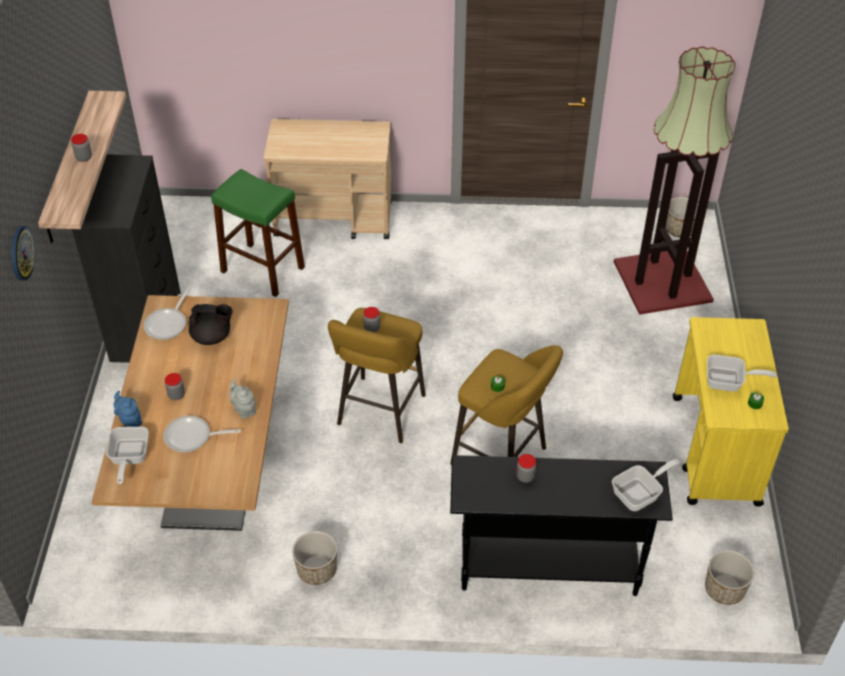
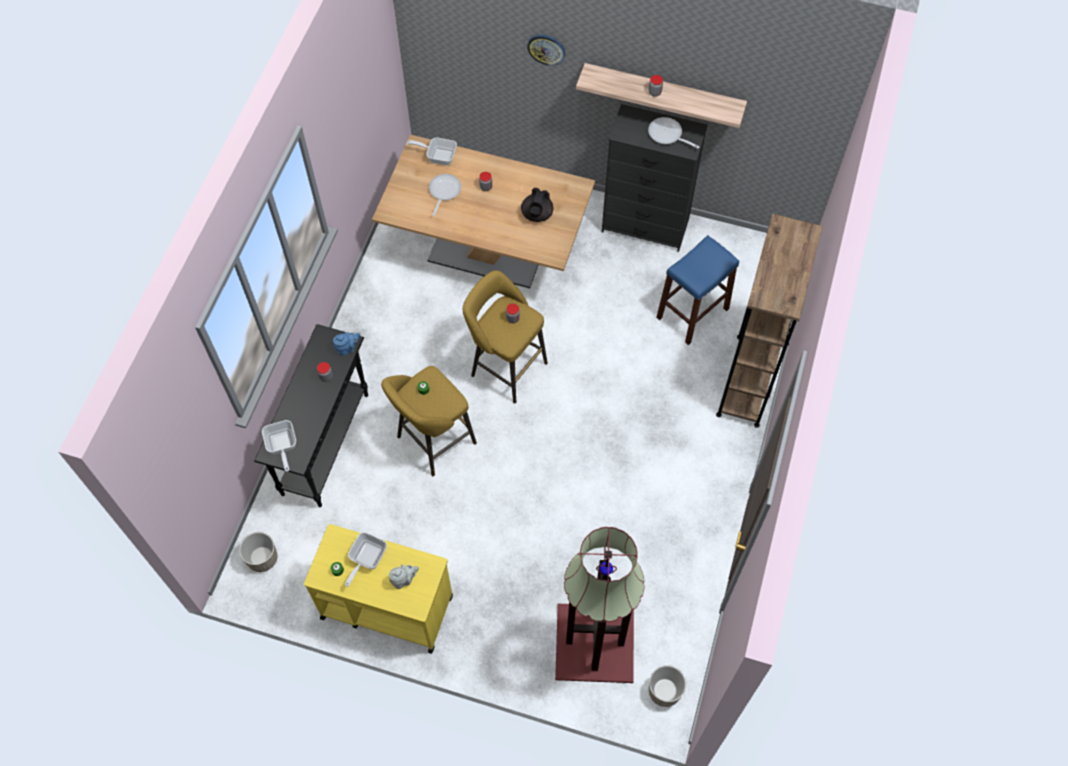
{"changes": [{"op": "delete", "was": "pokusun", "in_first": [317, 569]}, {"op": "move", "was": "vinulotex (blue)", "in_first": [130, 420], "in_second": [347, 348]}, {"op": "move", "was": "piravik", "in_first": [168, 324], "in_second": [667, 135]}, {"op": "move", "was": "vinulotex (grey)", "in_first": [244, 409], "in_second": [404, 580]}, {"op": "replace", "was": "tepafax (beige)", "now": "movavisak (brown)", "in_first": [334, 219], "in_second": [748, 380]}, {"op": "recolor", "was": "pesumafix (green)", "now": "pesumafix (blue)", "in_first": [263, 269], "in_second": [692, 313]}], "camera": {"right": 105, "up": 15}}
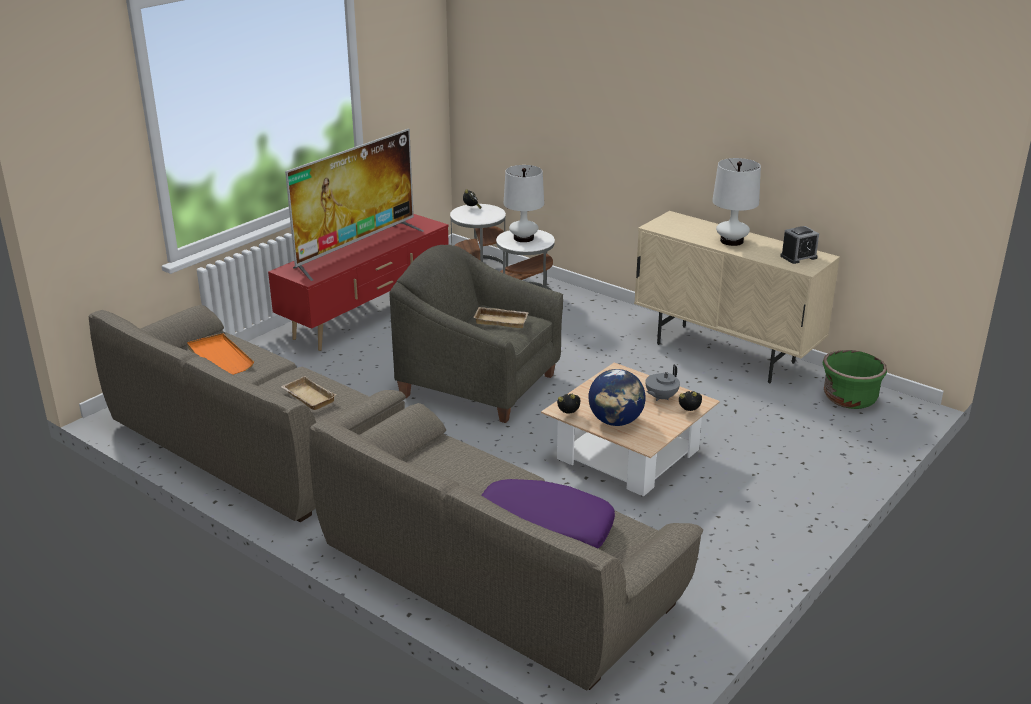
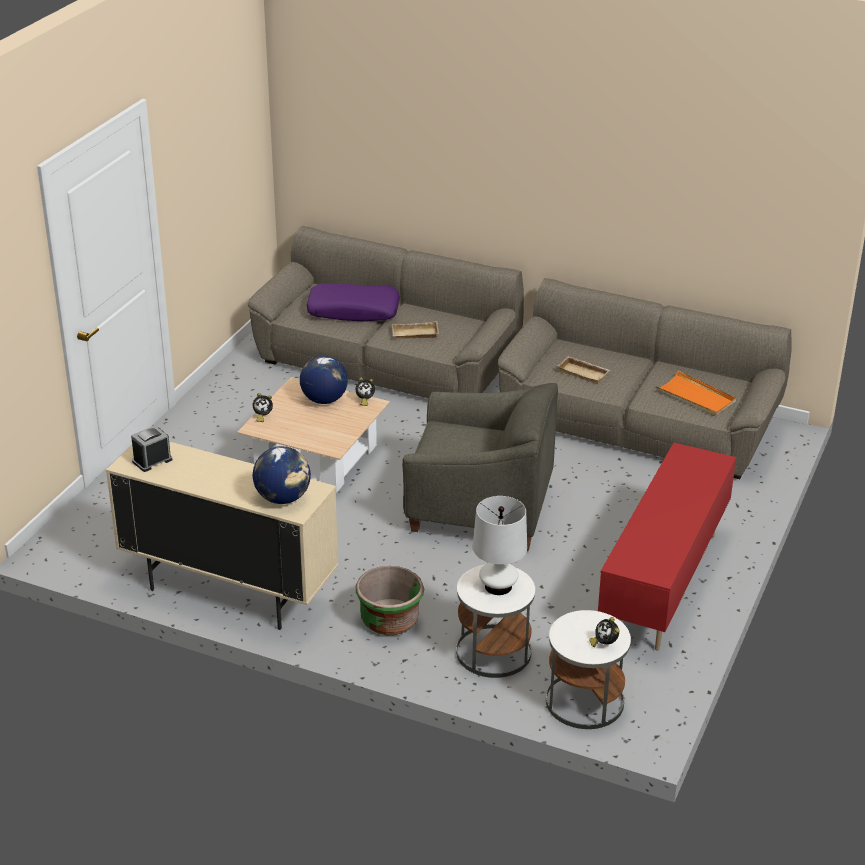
{"changes": [{"op": "delete", "was": "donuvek", "in_first": [356, 249]}, {"op": "delete", "was": "vinulotex (grey)", "in_first": [660, 397]}, {"op": "delete", "was": "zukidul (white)", "in_first": [731, 241]}, {"op": "insert", "now": "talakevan", "in_second": [283, 498]}, {"op": "move", "was": "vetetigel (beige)", "in_first": [502, 320], "in_second": [414, 334]}, {"op": "move", "was": "pokusun (green)", "in_first": [849, 399], "in_second": [389, 621]}], "camera": {"right": 165, "up": 5}}
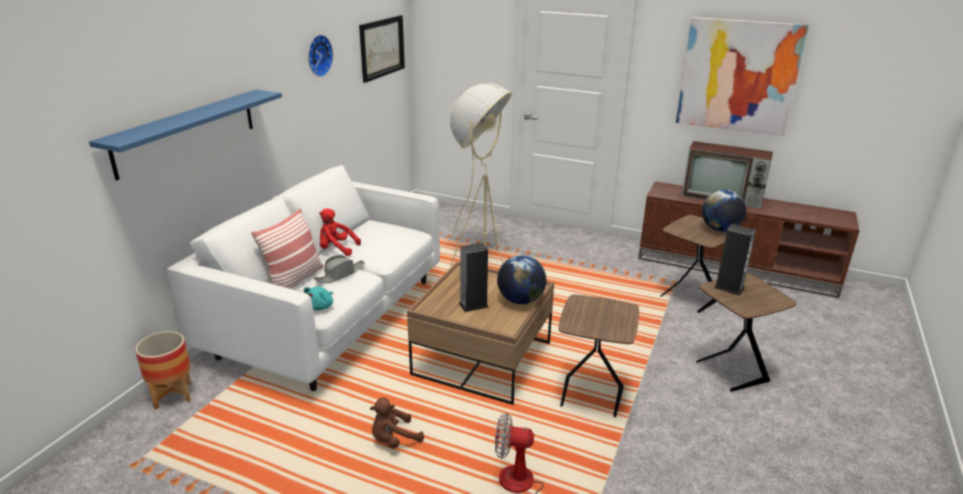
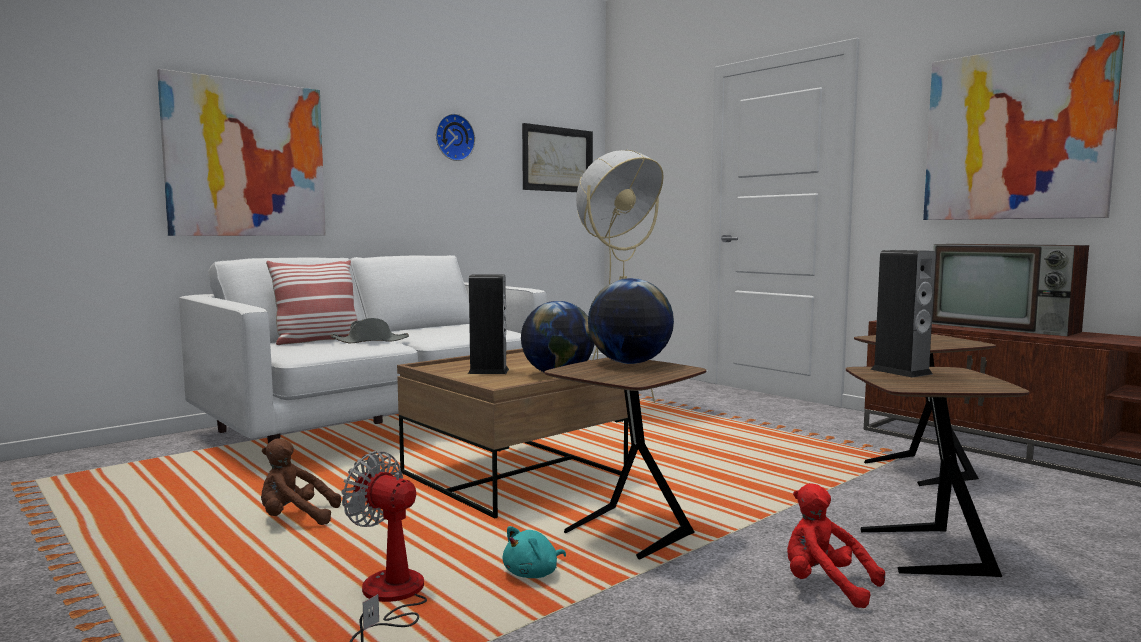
{"changes": [{"op": "delete", "was": "pokusun", "in_first": [173, 395]}, {"op": "move", "was": "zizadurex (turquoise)", "in_first": [320, 306], "in_second": [533, 573]}, {"op": "move", "was": "zizadurex (red)", "in_first": [336, 249], "in_second": [825, 586]}, {"op": "move", "was": "talakevan", "in_first": [720, 229], "in_second": [630, 363]}, {"op": "replace", "was": "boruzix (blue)", "now": "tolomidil", "in_first": [187, 131], "in_second": [246, 159]}], "camera": {"right": 25, "up": -20}}
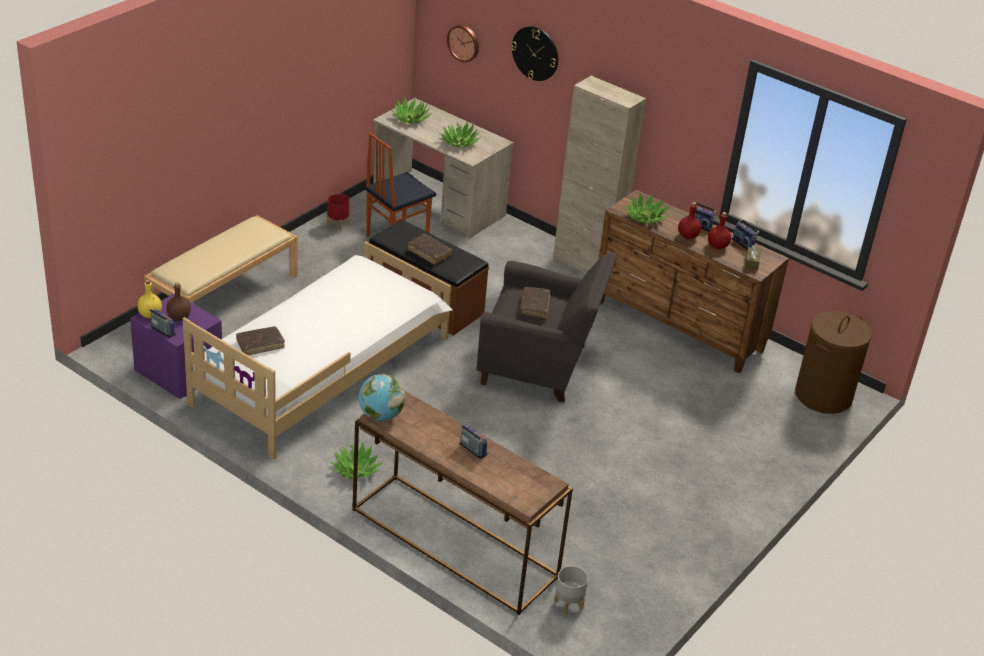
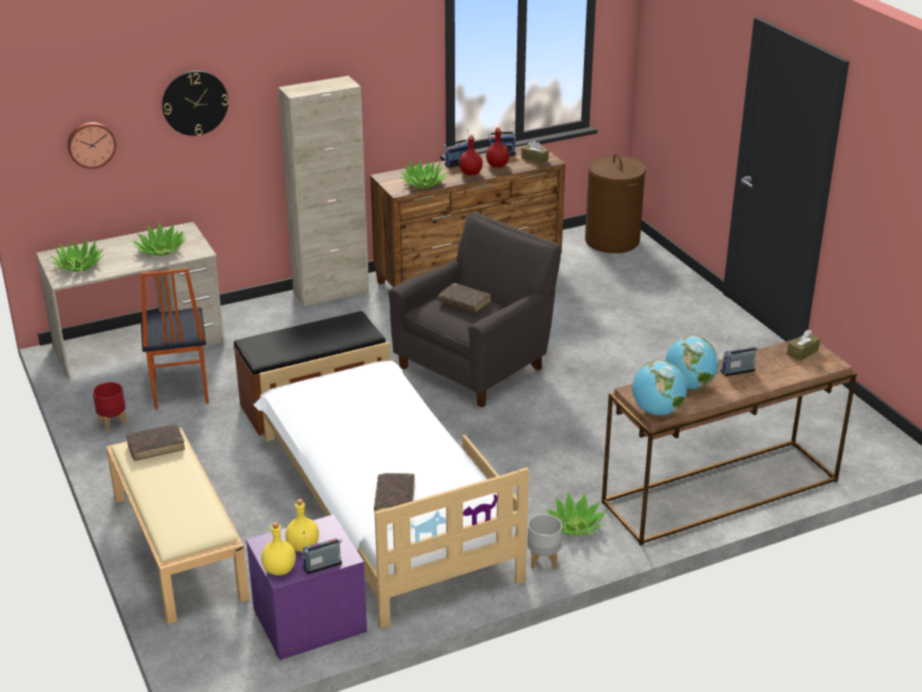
{"changes": [{"op": "insert", "now": "talakevan", "in_second": [689, 385]}, {"op": "insert", "now": "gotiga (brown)", "in_second": [802, 352]}, {"op": "move", "was": "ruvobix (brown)", "in_first": [429, 253], "in_second": [156, 447]}, {"op": "move", "was": "pokusun (grey)", "in_first": [568, 605], "in_second": [544, 561]}, {"op": "recolor", "was": "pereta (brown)", "now": "pereta (yellow)", "in_first": [179, 317], "in_second": [303, 546]}], "camera": {"right": -60, "up": -5}}
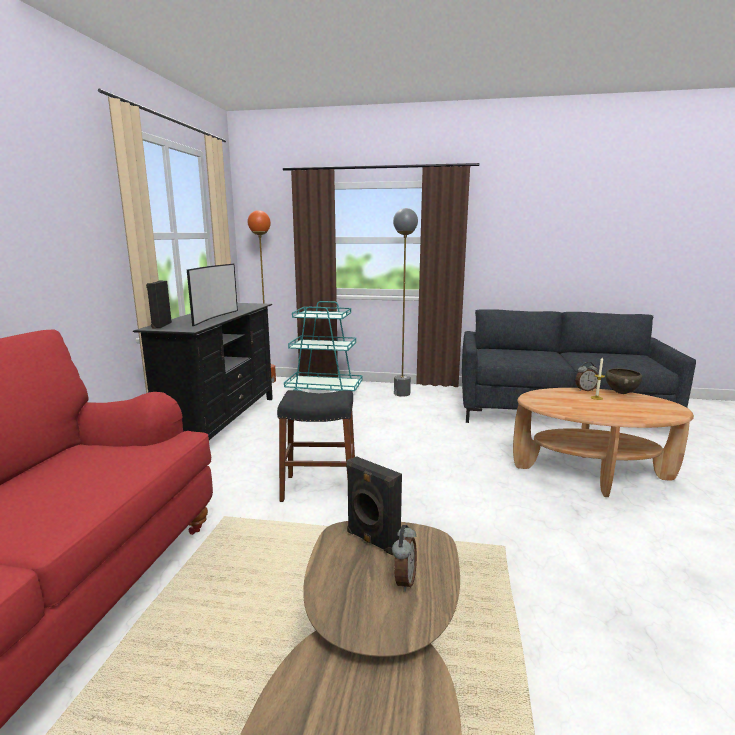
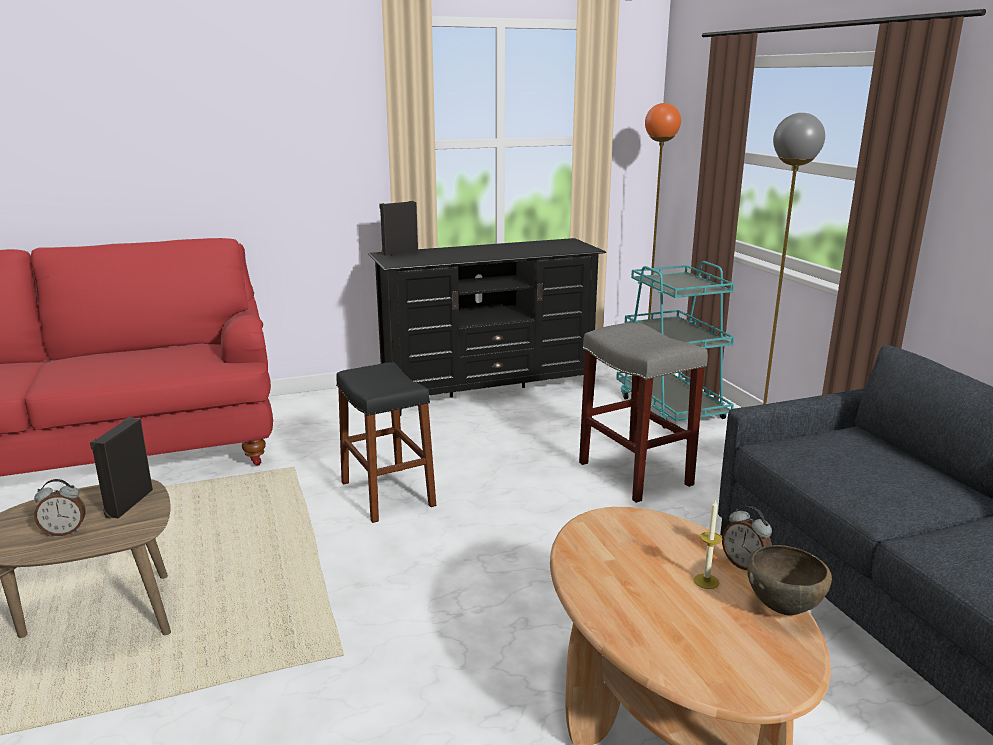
{"changes": [{"op": "delete", "was": "donuvek", "in_first": [213, 317]}, {"op": "insert", "now": "pesumafix (grey)", "in_second": [636, 474]}], "camera": {"right": 60, "up": 5}}
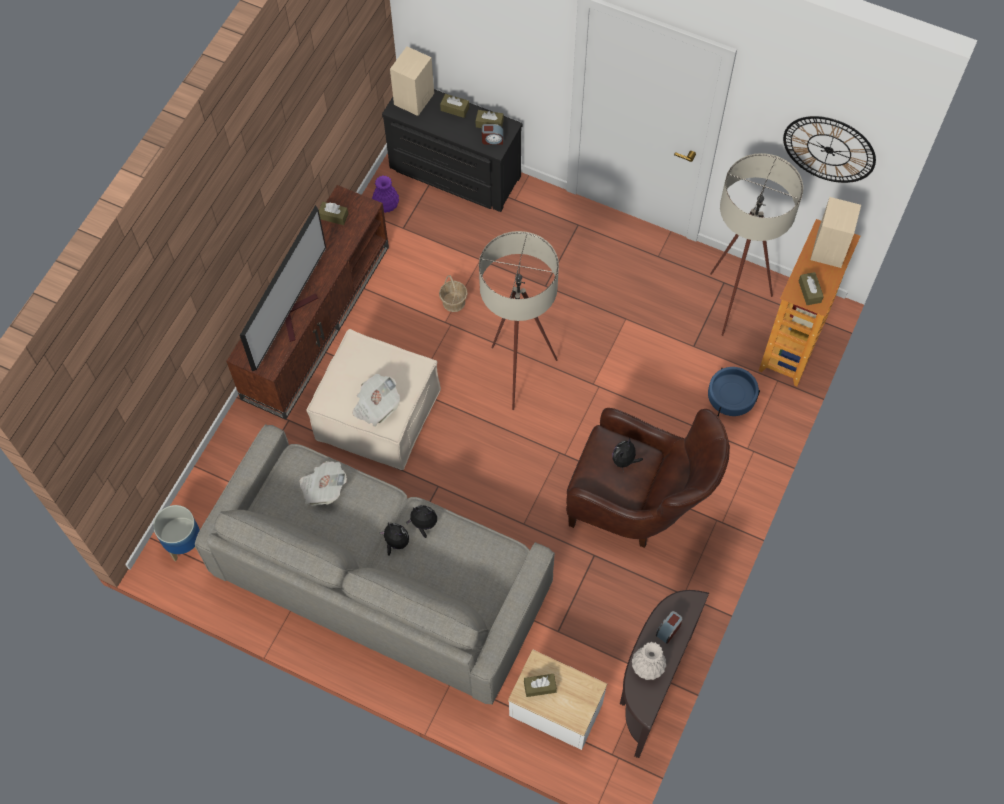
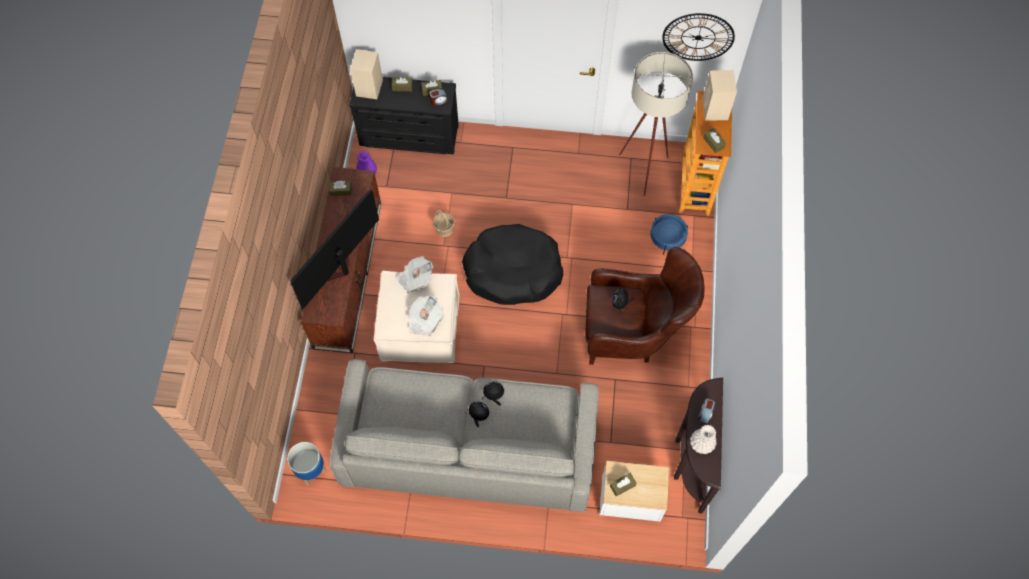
{"changes": [{"op": "move", "was": "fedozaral", "in_first": [323, 488], "in_second": [415, 279]}, {"op": "replace", "was": "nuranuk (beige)", "now": "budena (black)", "in_first": [518, 380], "in_second": [513, 271]}, {"op": "rotate", "was": "donuvek", "in_first": [295, 313], "in_second": [339, 270], "clockwise": -150}], "camera": {"right": -20, "up": 0}}
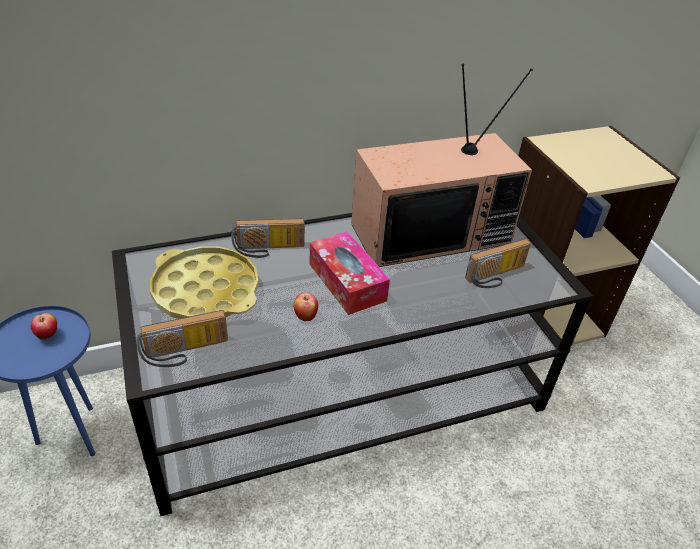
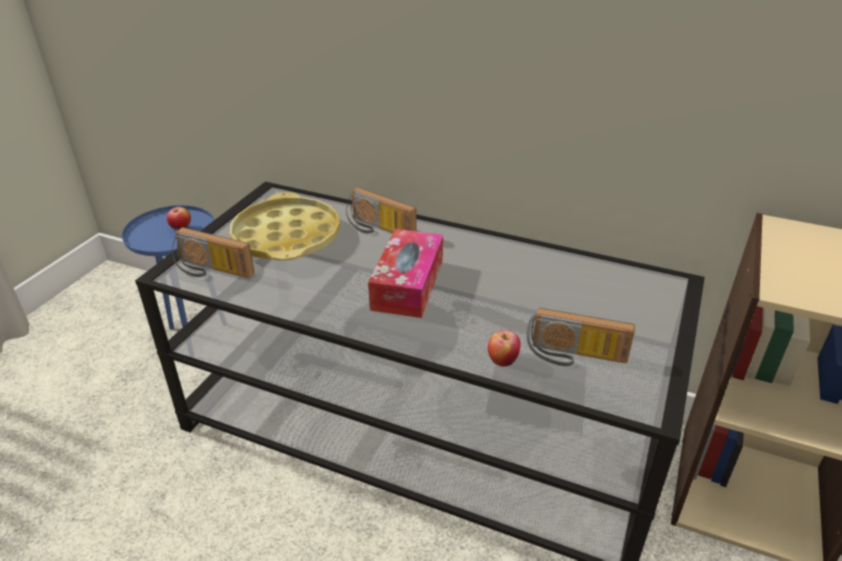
{"changes": [{"op": "delete", "was": "donuvek", "in_first": [431, 232]}, {"op": "move", "was": "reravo", "in_first": [305, 316], "in_second": [502, 361]}], "camera": {"right": 45, "up": -5}}
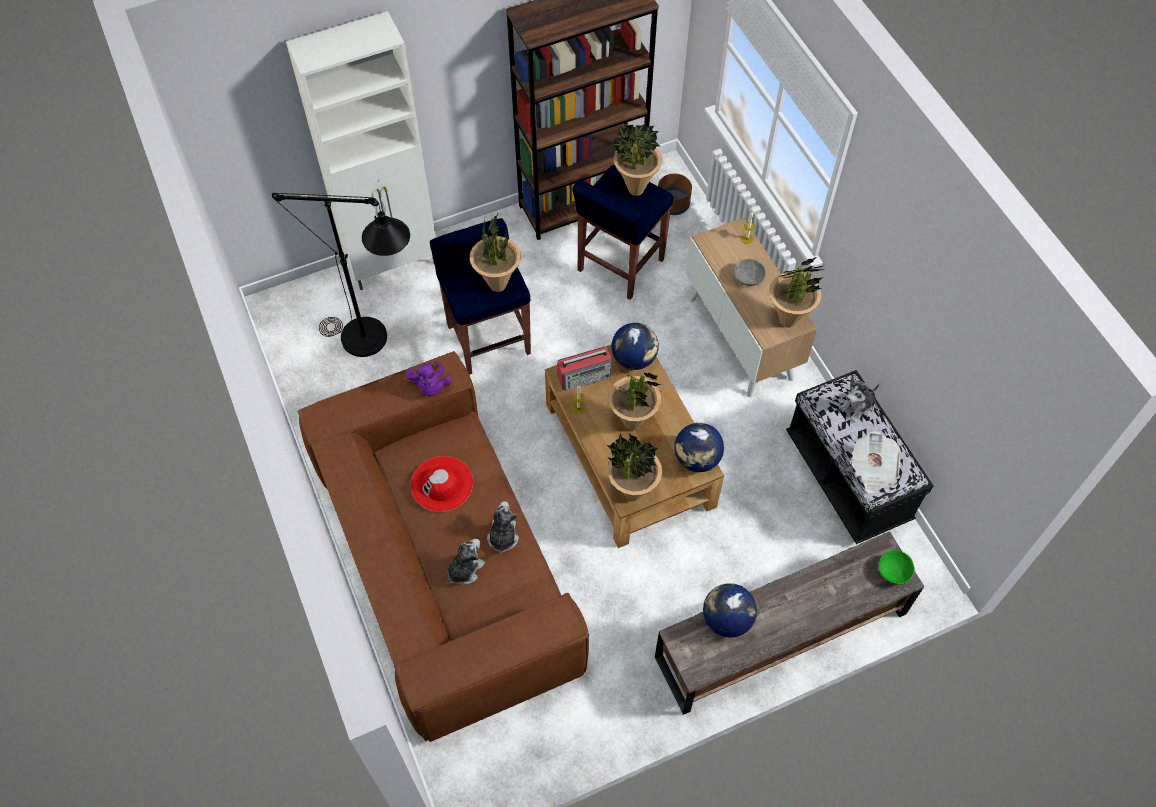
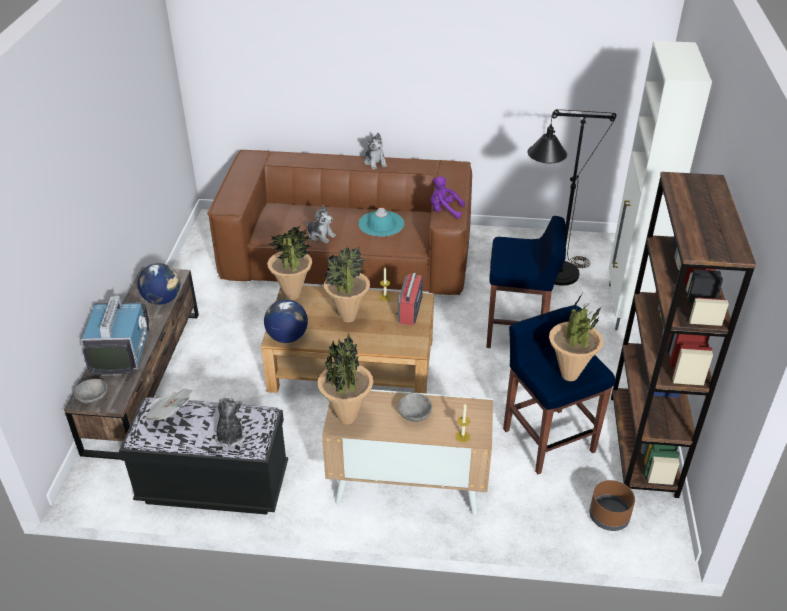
{"changes": [{"op": "delete", "was": "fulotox", "in_first": [497, 285]}, {"op": "delete", "was": "talakevan", "in_first": [634, 359]}, {"op": "insert", "now": "donuvek", "in_second": [122, 350]}, {"op": "move", "was": "zizadurex", "in_first": [465, 569], "in_second": [375, 162]}, {"op": "recolor", "was": "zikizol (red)", "now": "zikizol (turquoise)", "in_first": [442, 484], "in_second": [381, 224]}, {"op": "recolor", "was": "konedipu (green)", "now": "konedipu (grey)", "in_first": [893, 571], "in_second": [93, 398]}], "camera": {"right": 120, "up": -20}}
